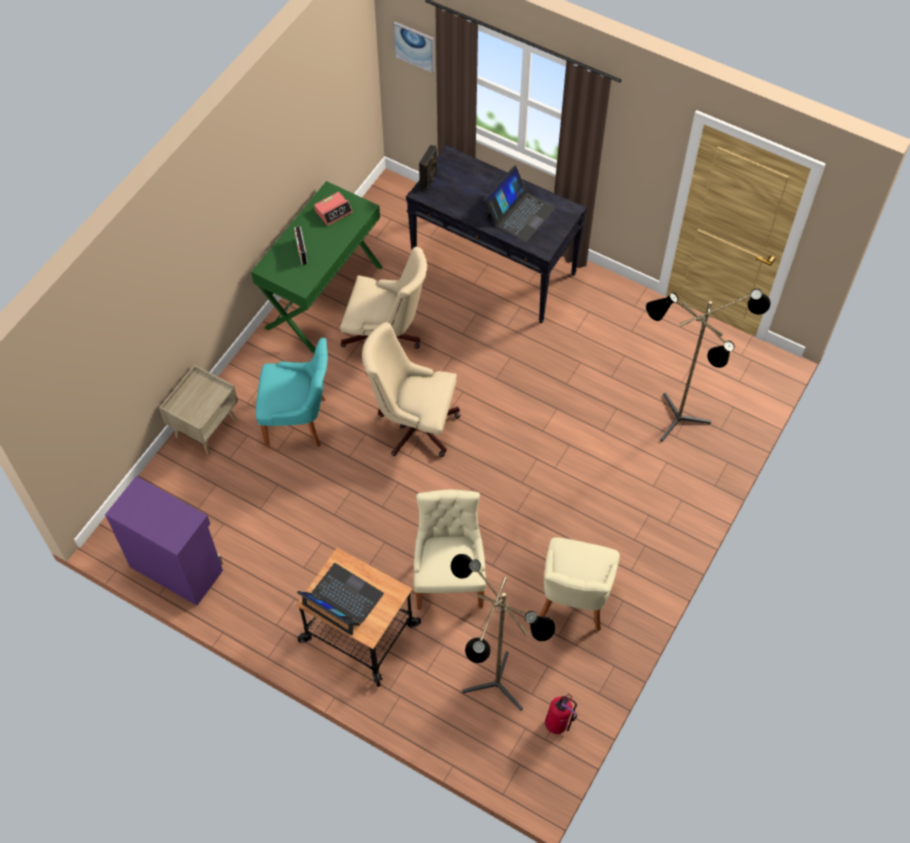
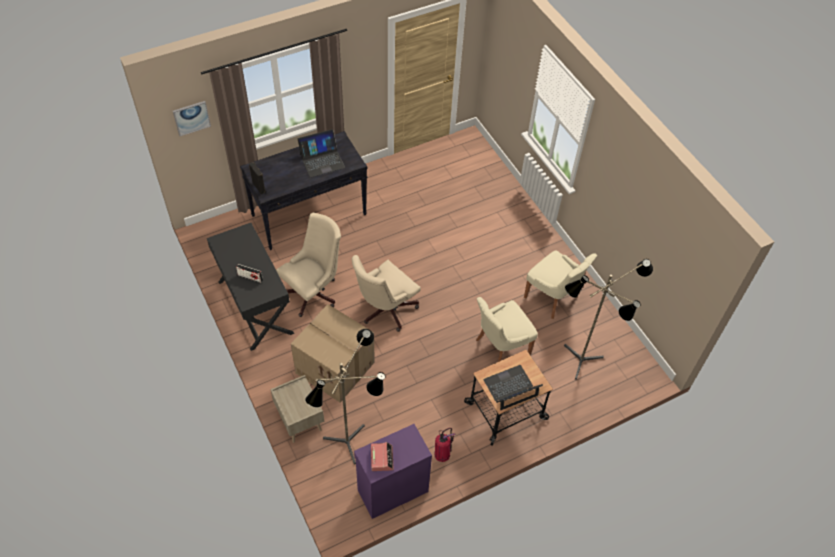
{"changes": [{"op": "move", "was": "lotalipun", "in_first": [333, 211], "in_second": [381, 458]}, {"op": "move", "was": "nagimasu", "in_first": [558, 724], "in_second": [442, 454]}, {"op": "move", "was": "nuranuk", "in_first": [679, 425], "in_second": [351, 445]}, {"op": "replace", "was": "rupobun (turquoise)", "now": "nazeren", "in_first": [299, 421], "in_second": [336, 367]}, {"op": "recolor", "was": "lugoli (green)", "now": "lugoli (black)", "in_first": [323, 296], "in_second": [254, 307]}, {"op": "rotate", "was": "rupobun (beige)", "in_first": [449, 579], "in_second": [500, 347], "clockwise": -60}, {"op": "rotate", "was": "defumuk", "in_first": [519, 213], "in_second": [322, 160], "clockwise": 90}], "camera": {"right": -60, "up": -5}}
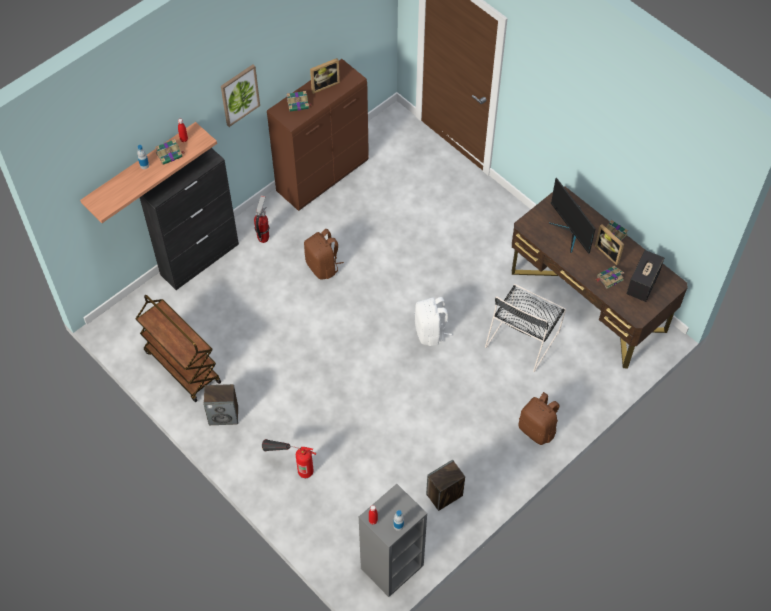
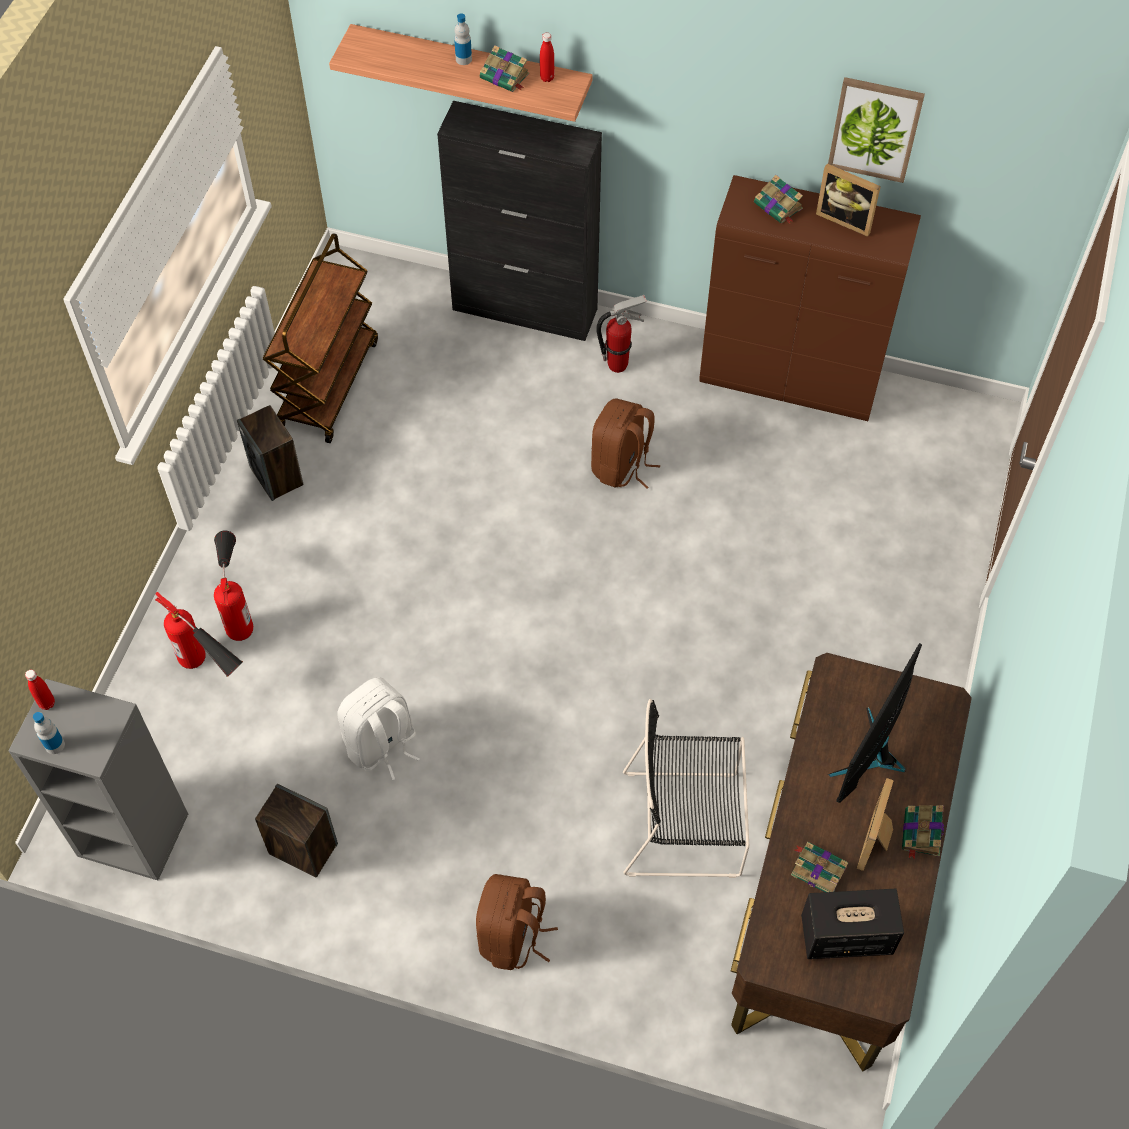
{"changes": [{"op": "insert", "now": "nagimasu", "in_second": [211, 671]}, {"op": "move", "was": "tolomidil", "in_first": [239, 95], "in_second": [875, 129]}, {"op": "move", "was": "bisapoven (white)", "in_first": [430, 332], "in_second": [381, 745]}], "camera": {"right": 60, "up": 0}}
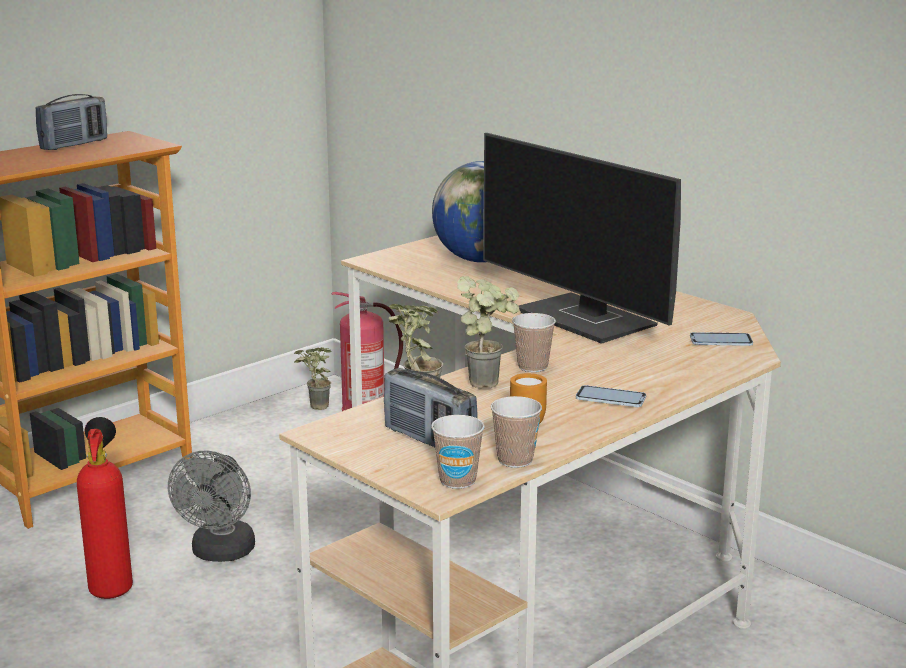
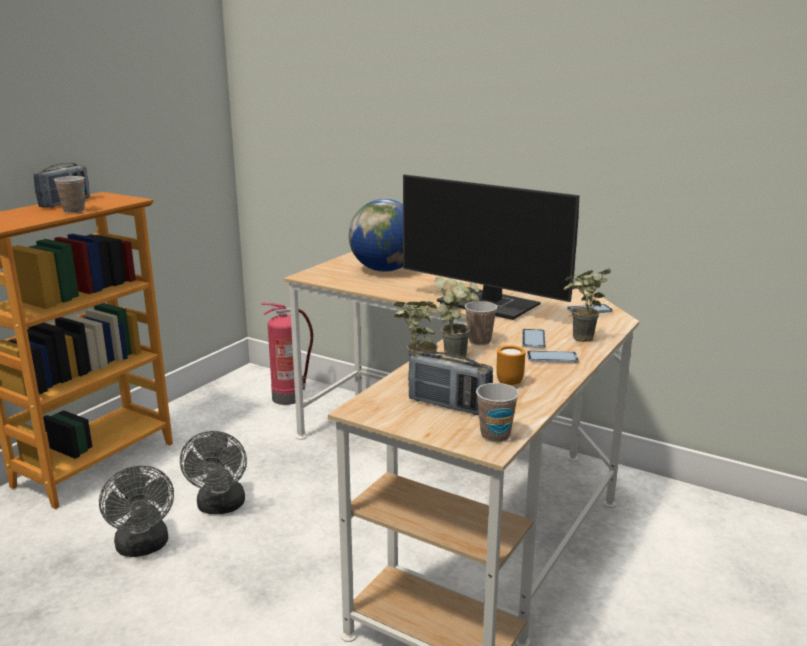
{"changes": [{"op": "insert", "now": "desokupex", "in_second": [533, 340]}, {"op": "move", "was": "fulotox", "in_first": [314, 408], "in_second": [579, 340]}, {"op": "move", "was": "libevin", "in_first": [515, 460], "in_second": [74, 211]}, {"op": "replace", "was": "nagimasu", "now": "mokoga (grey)", "in_first": [112, 587], "in_second": [143, 547]}], "camera": {"right": -15, "up": 0}}
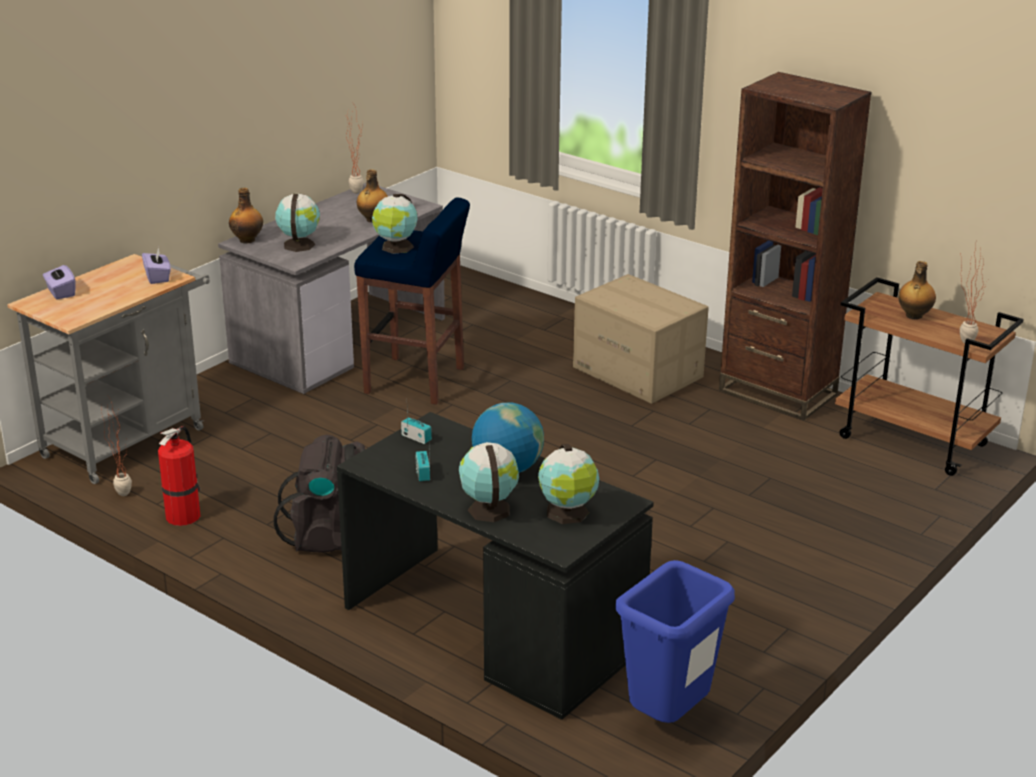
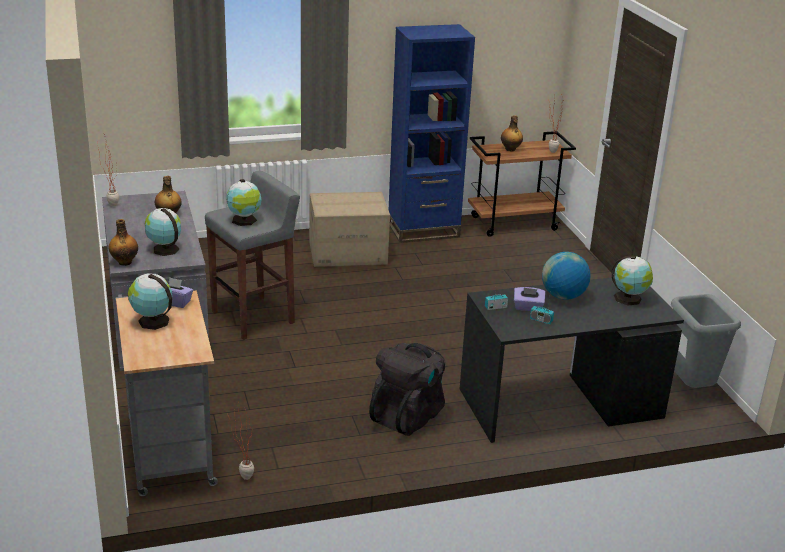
{"changes": [{"op": "delete", "was": "nagimasu", "in_first": [184, 515]}, {"op": "move", "was": "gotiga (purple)", "in_first": [60, 292], "in_second": [528, 307]}, {"op": "move", "was": "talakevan", "in_first": [488, 509], "in_second": [152, 321]}, {"op": "recolor", "was": "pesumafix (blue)", "now": "pesumafix (grey)", "in_first": [416, 381], "in_second": [254, 317]}, {"op": "recolor", "was": "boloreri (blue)", "now": "boloreri (grey)", "in_first": [667, 720], "in_second": [690, 389]}, {"op": "recolor", "was": "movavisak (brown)", "now": "movavisak (blue)", "in_first": [777, 393], "in_second": [423, 230]}], "camera": {"right": -55, "up": 0}}
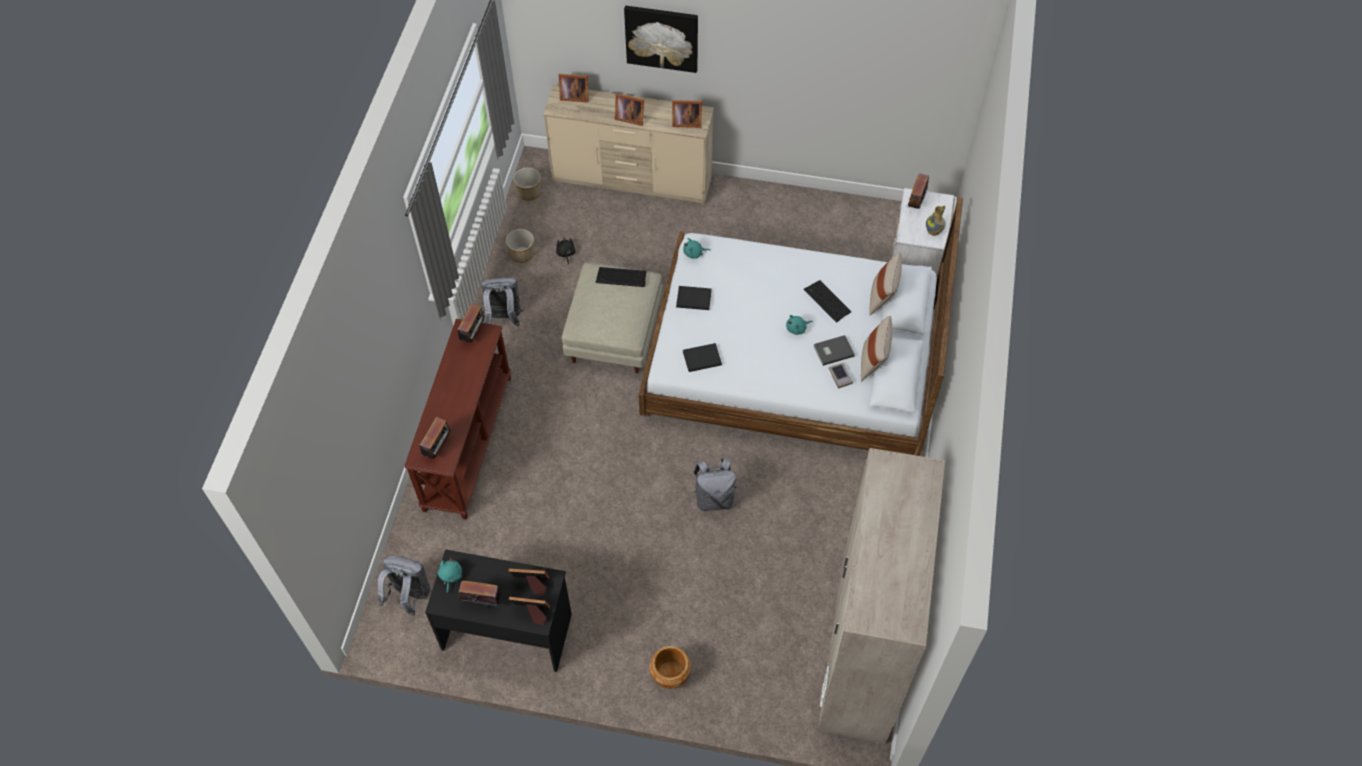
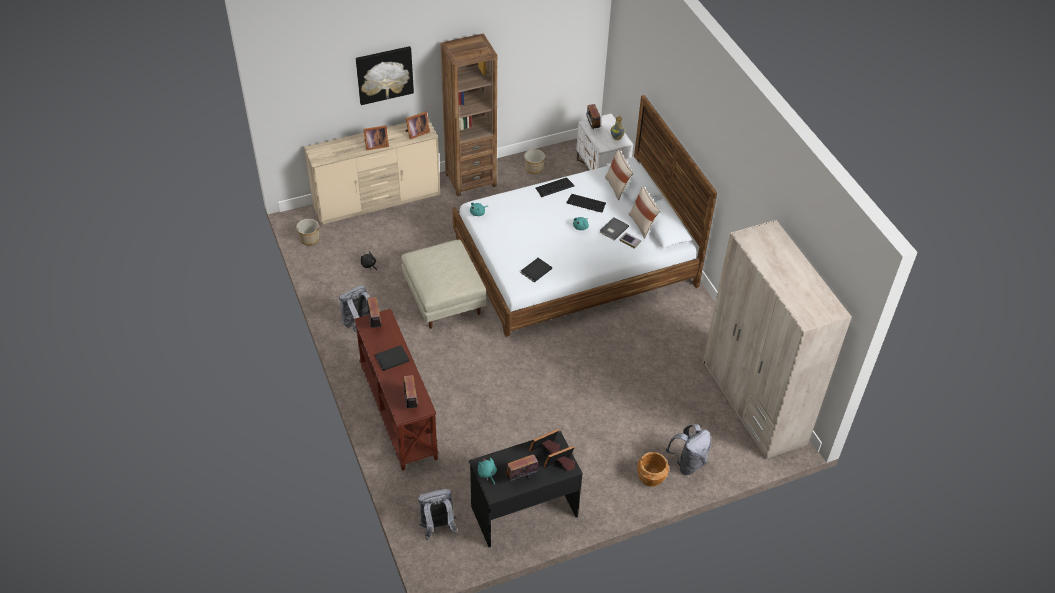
{"changes": [{"op": "delete", "was": "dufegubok", "in_first": [573, 96]}, {"op": "insert", "now": "movavisak (brown)", "in_second": [470, 180]}, {"op": "move", "was": "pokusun", "in_first": [521, 254], "in_second": [534, 169]}, {"op": "move", "was": "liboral", "in_first": [621, 277], "in_second": [554, 187]}, {"op": "move", "was": "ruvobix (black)", "in_first": [693, 298], "in_second": [391, 358]}, {"op": "move", "was": "bisapoven (grey)", "in_first": [714, 498], "in_second": [688, 463]}], "camera": {"right": -35, "up": -10}}
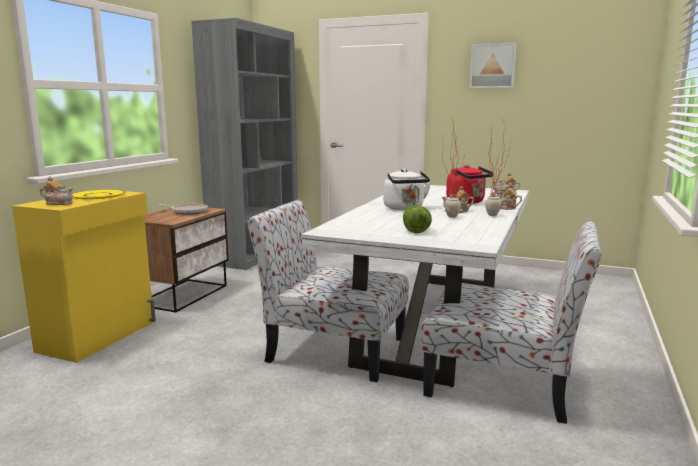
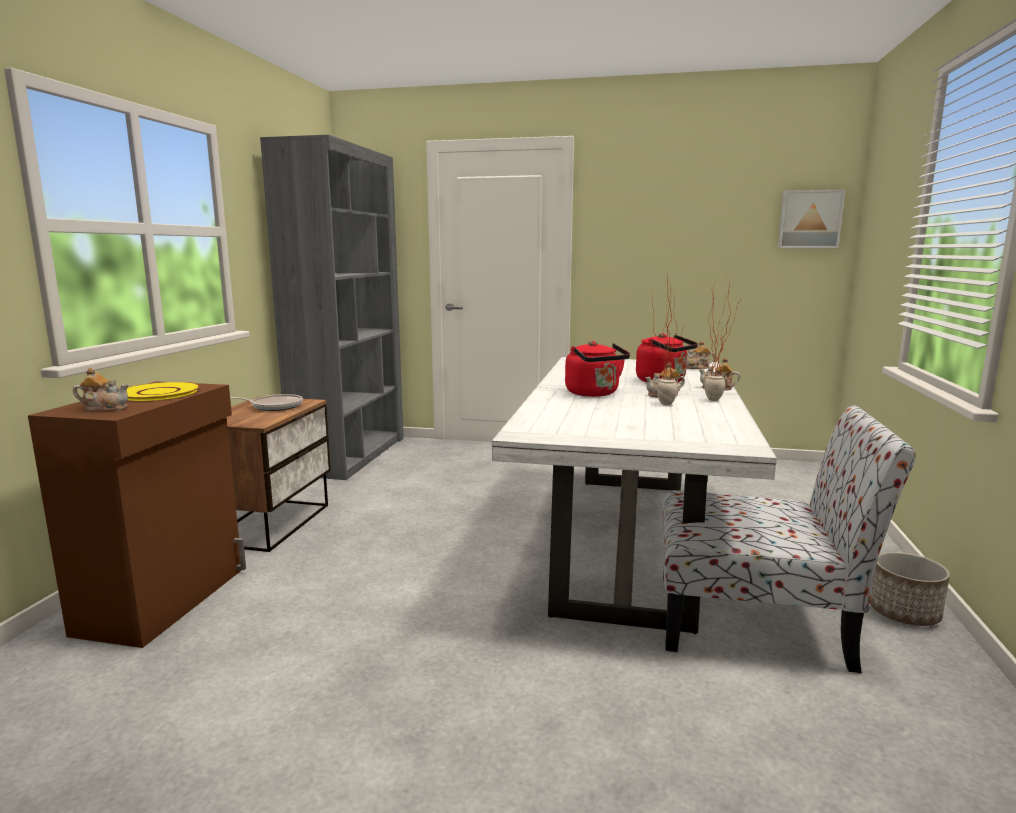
{"changes": [{"op": "delete", "was": "rupobun", "in_first": [333, 350]}, {"op": "delete", "was": "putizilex", "in_first": [415, 230]}, {"op": "insert", "now": "pokusun", "in_second": [904, 613]}, {"op": "move", "was": "tolomidil", "in_first": [492, 66], "in_second": [809, 219]}, {"op": "recolor", "was": "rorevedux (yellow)", "now": "rorevedux (brown)", "in_first": [99, 336], "in_second": [166, 600]}, {"op": "recolor", "was": "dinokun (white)", "now": "dinokun (red)", "in_first": [405, 208], "in_second": [594, 394]}], "camera": {"right": -10, "up": 0}}
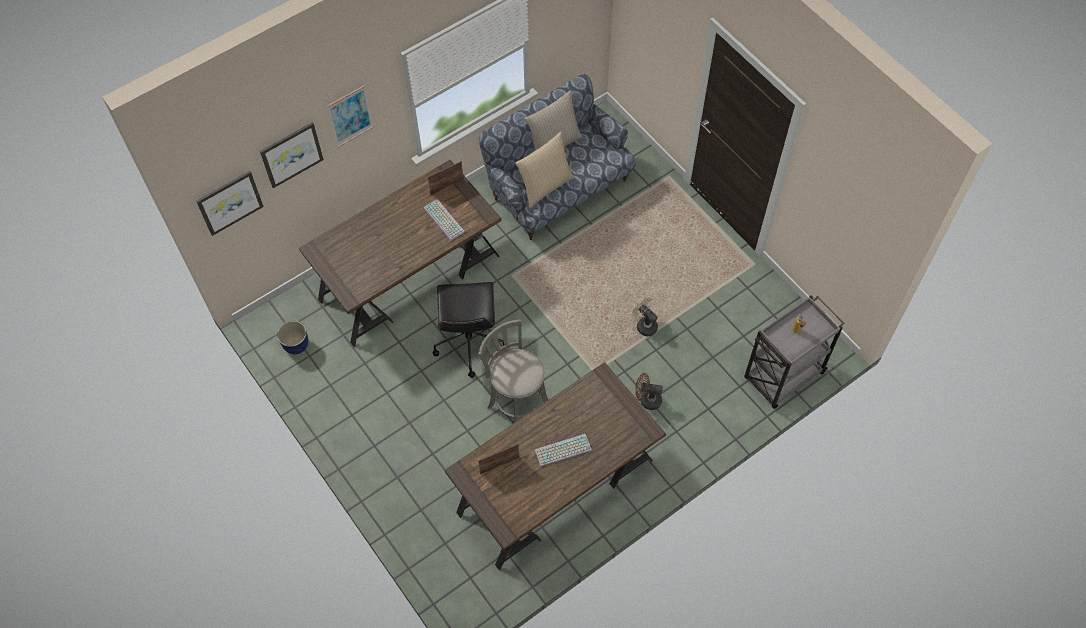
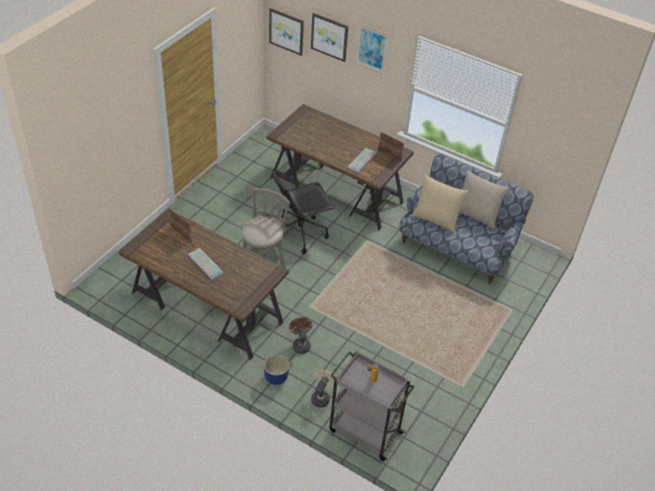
{"changes": [{"op": "move", "was": "pokusun", "in_first": [297, 345], "in_second": [276, 378]}, {"op": "move", "was": "mokoga (beige)", "in_first": [644, 325], "in_second": [321, 397]}], "camera": {"right": 65, "up": -15}}
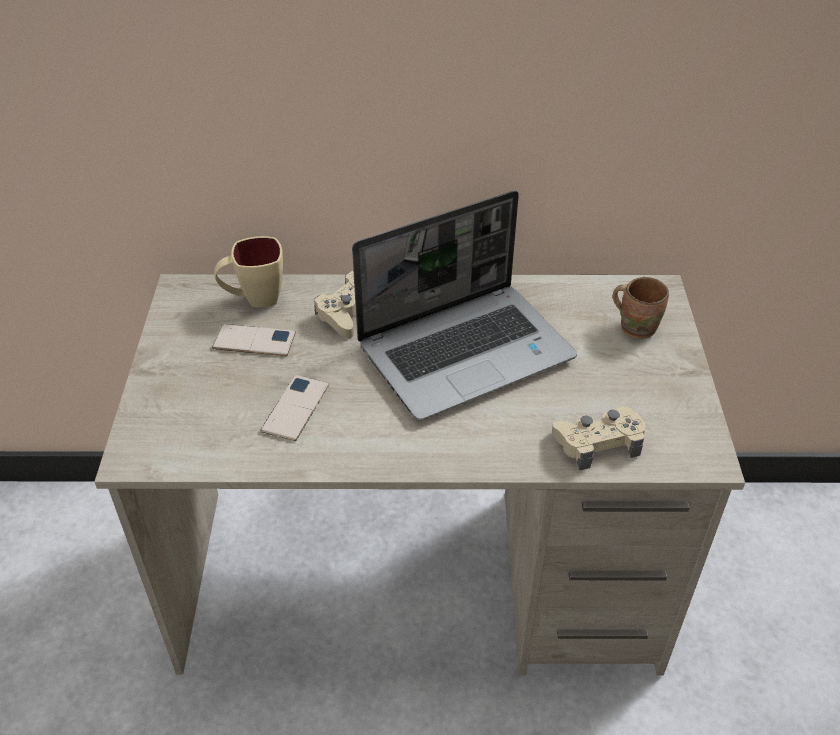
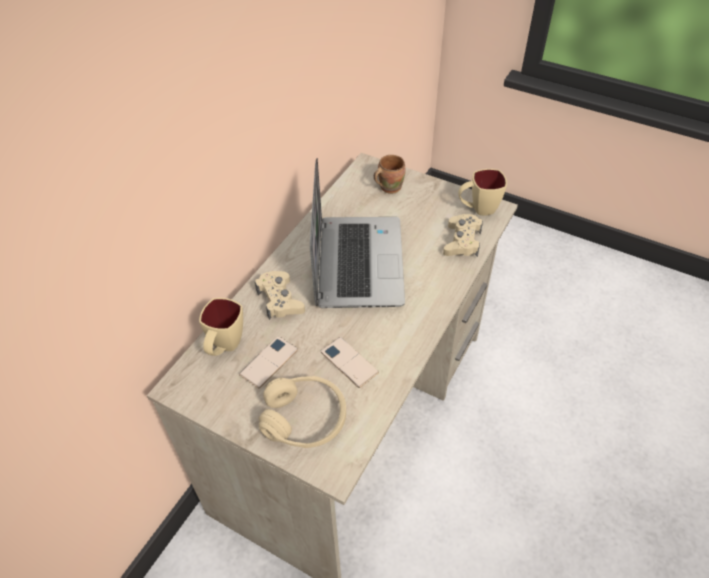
{"changes": [{"op": "insert", "now": "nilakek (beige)", "in_second": [304, 419]}, {"op": "insert", "now": "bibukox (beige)", "in_second": [478, 209]}], "camera": {"right": -60, "up": 5}}
